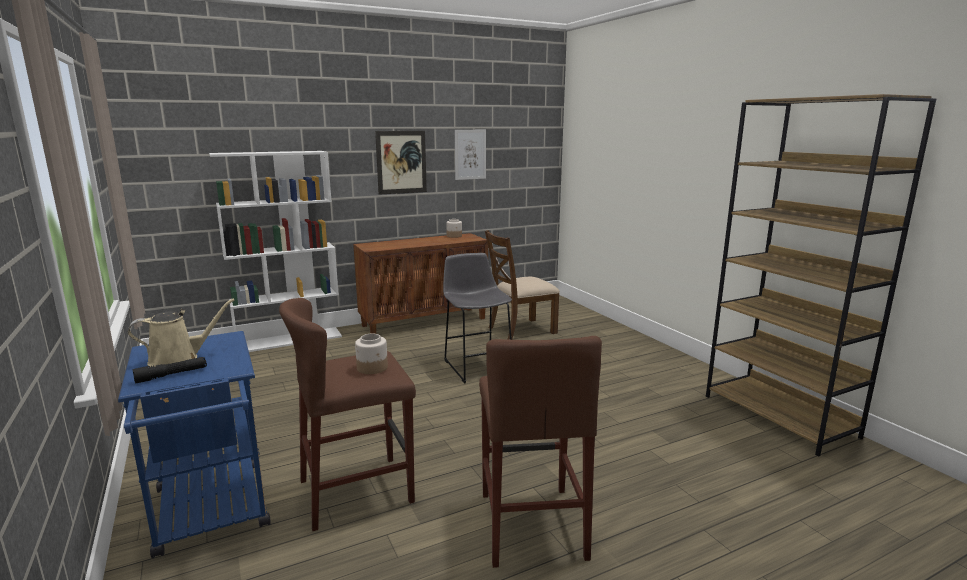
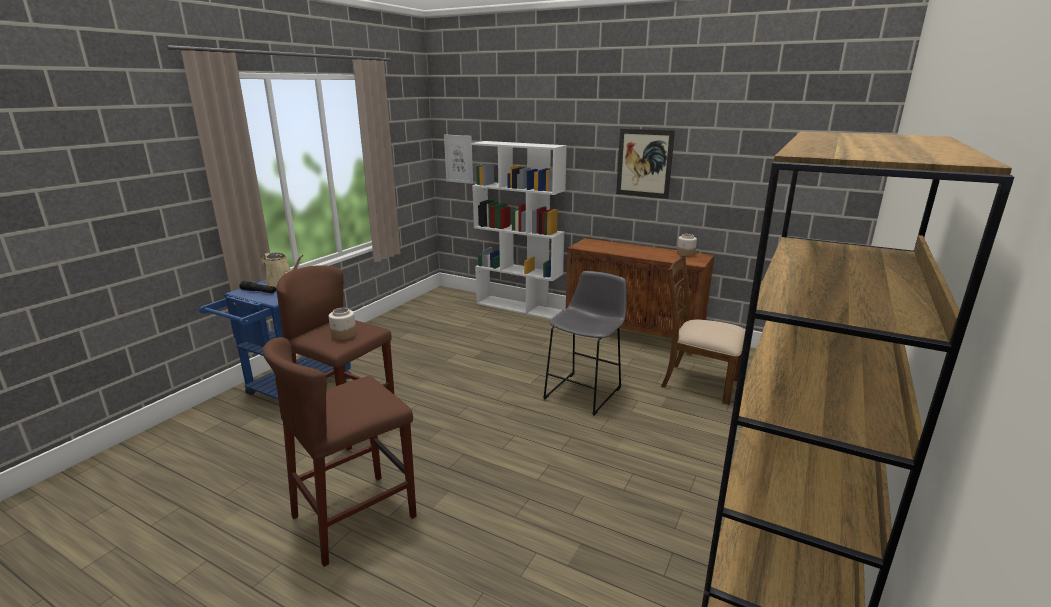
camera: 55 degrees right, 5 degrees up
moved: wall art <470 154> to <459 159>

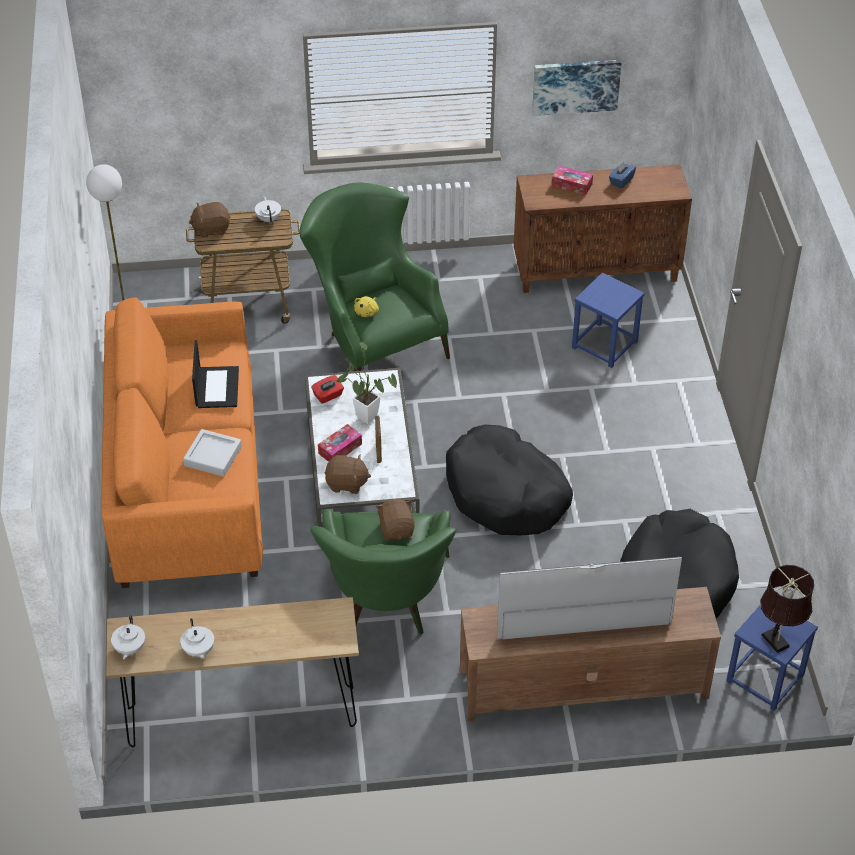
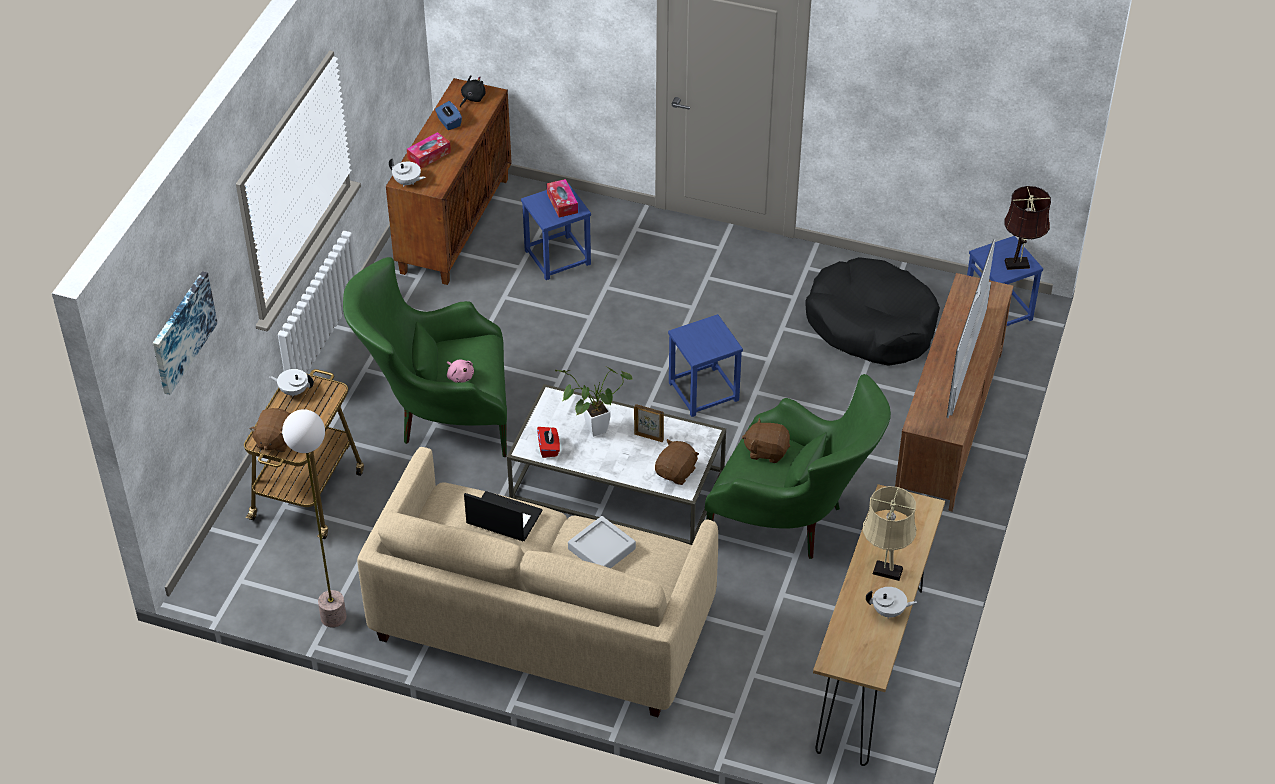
camera: 65 degrees left, 0 degrees up
added: blackish plush toy <472 98>; beige table lamp <884 570>
moved: wall art <575 86> to <182 332>; tissue holder <340 449> to <562 203>; whitish pot for tea <129 649> to <407 182>
replaced: blackish dog bed <506 494> to blue-coloured stool <703 392>
recoloured: yellow-coloured plush toy <367 312> to pinkish plush toy <460 376>; orange couch <187 482> to beige couch <542 622>

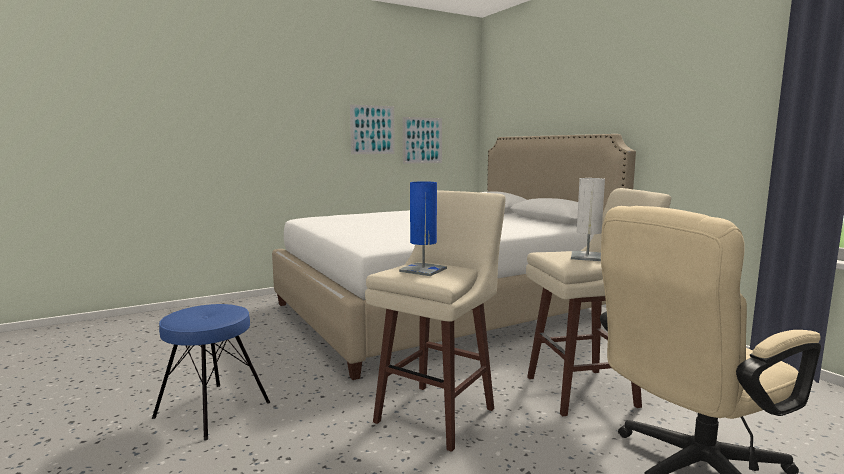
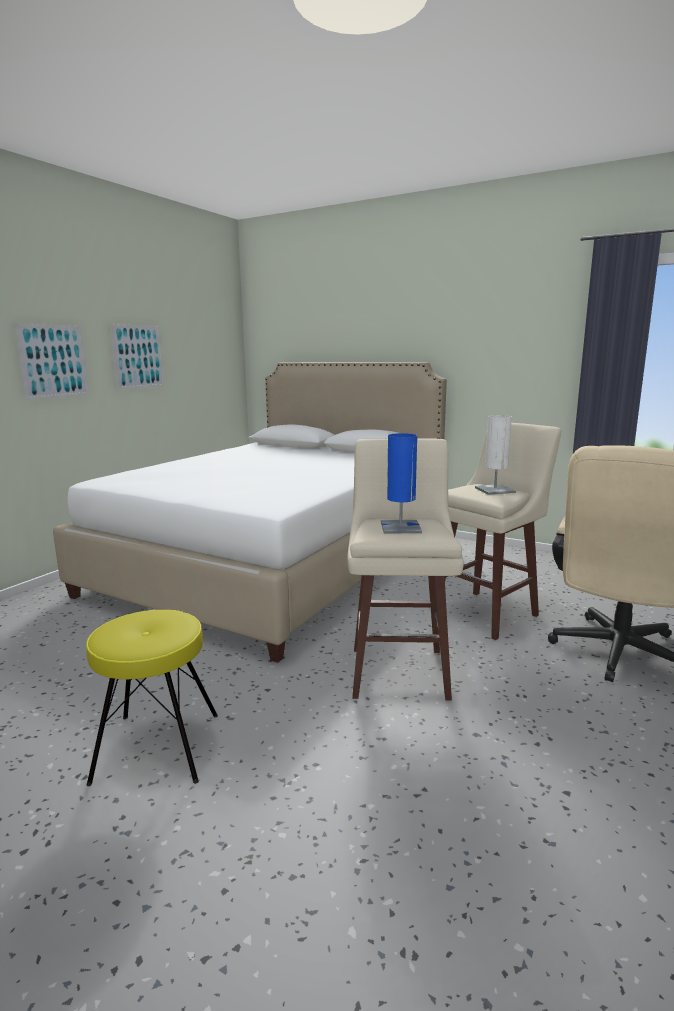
camera: 30 degrees left, 5 degrees up
moved: wall art <422 140> to <54 361>
recoloured: blue-coloured stool <212 409> to yellow-coloured stool <157 746>

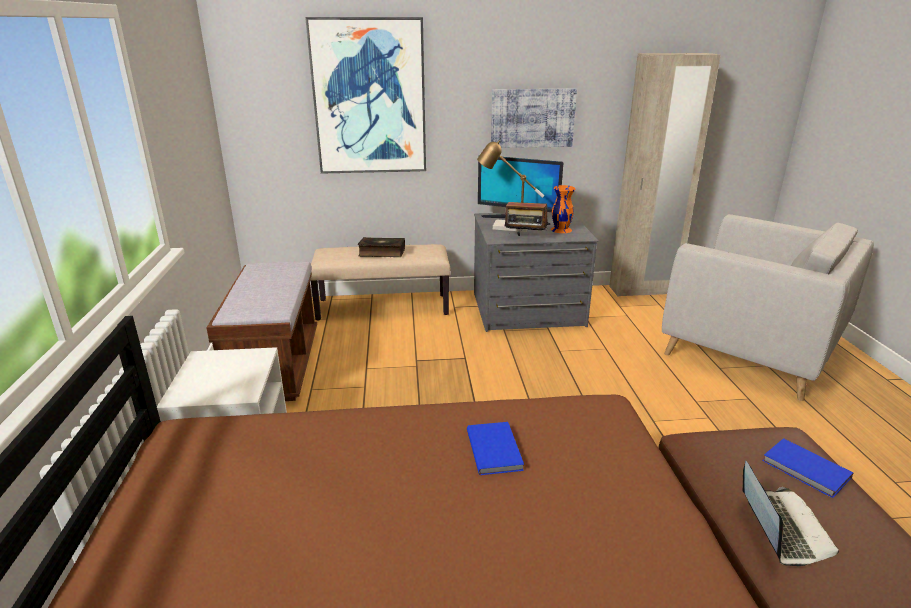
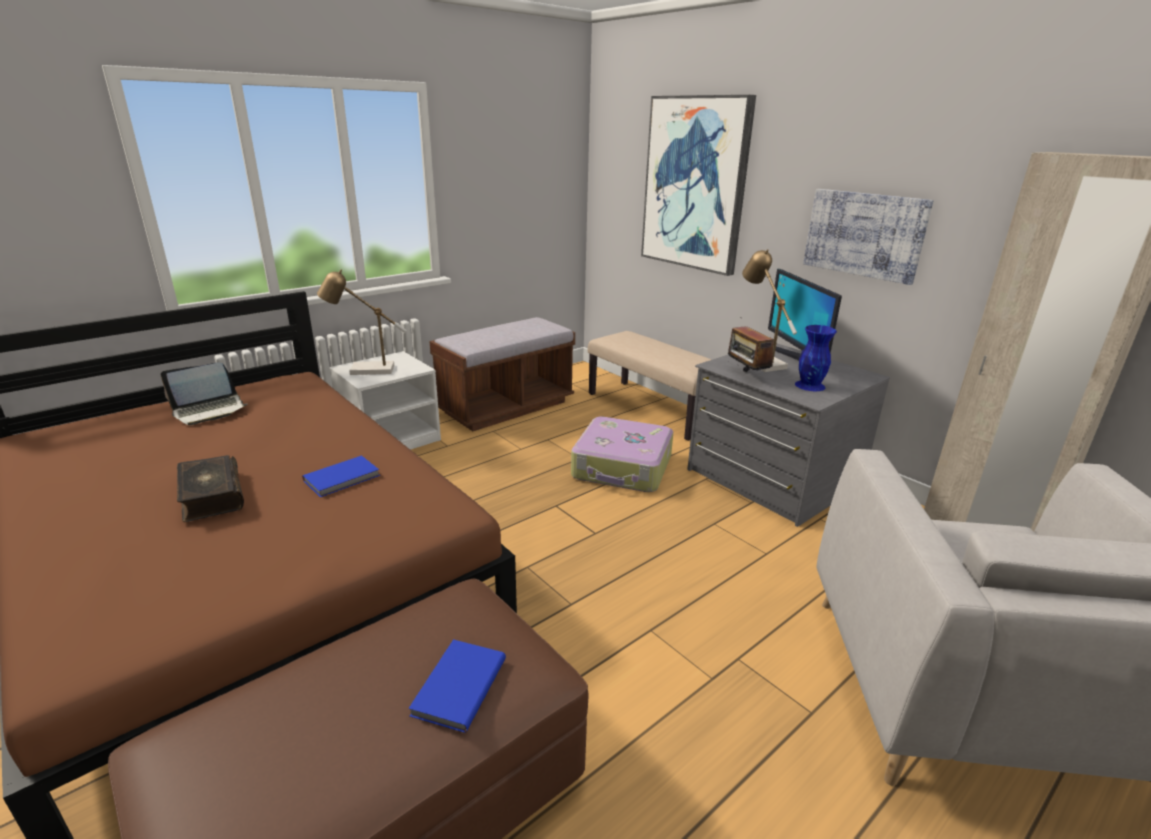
camera: 55 degrees right, 0 degrees up
added: table lamp <366 370>; travel case <623 467>
moved: volume <382 253> to <211 497>; laptop <781 528> to <209 410>
recoloured: orange flower vase <560 229> to blue-coloured flower vase <810 385>

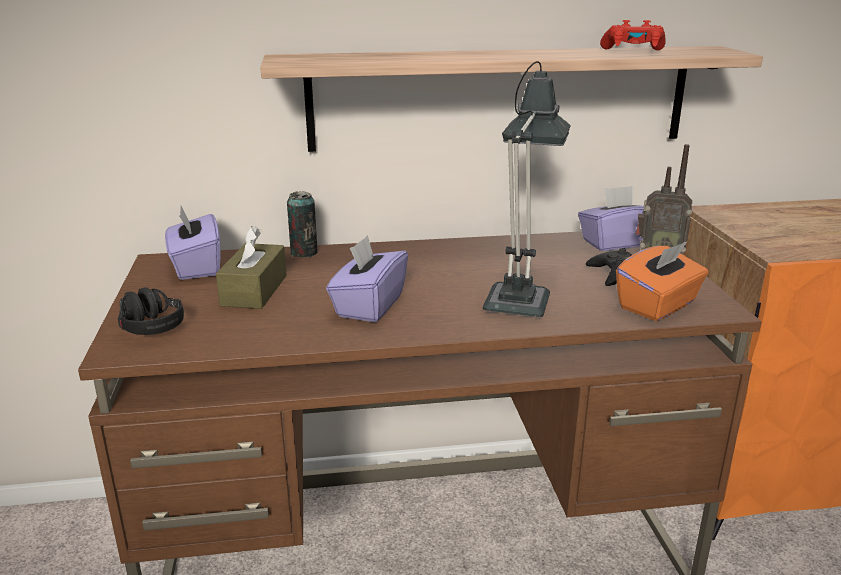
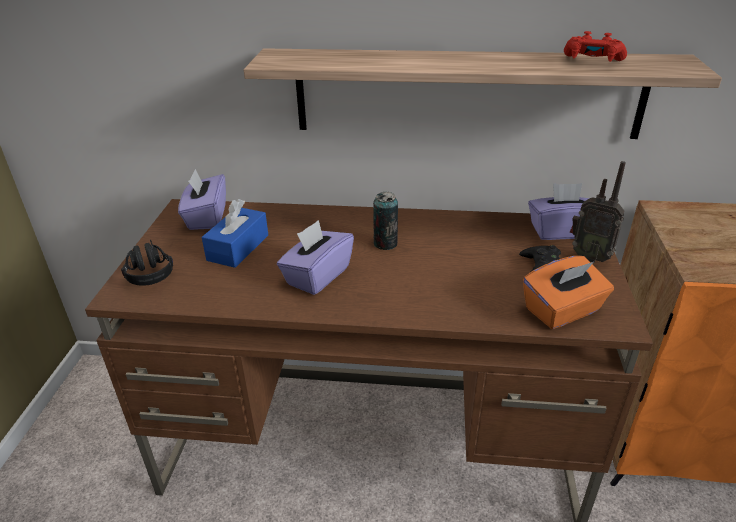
camera: 15 degrees right, 10 degrees up
removed: table lamp <519 297>
moved: metal can <304 253> to <385 244>
recoloured: brownish tissue holder <254 290> to blue-coloured tissue holder <238 247>

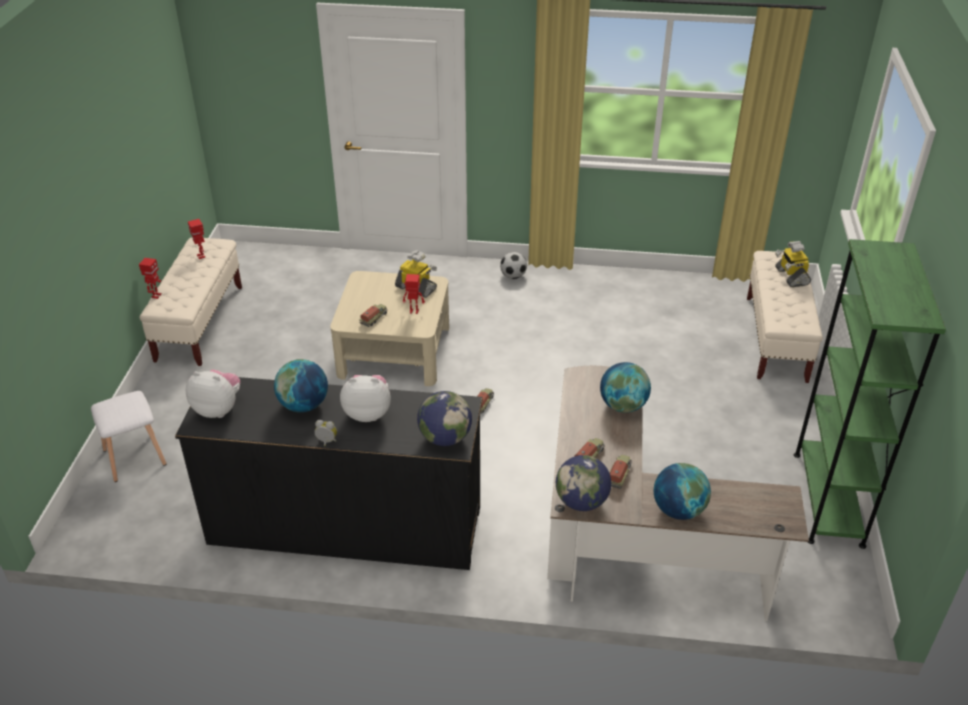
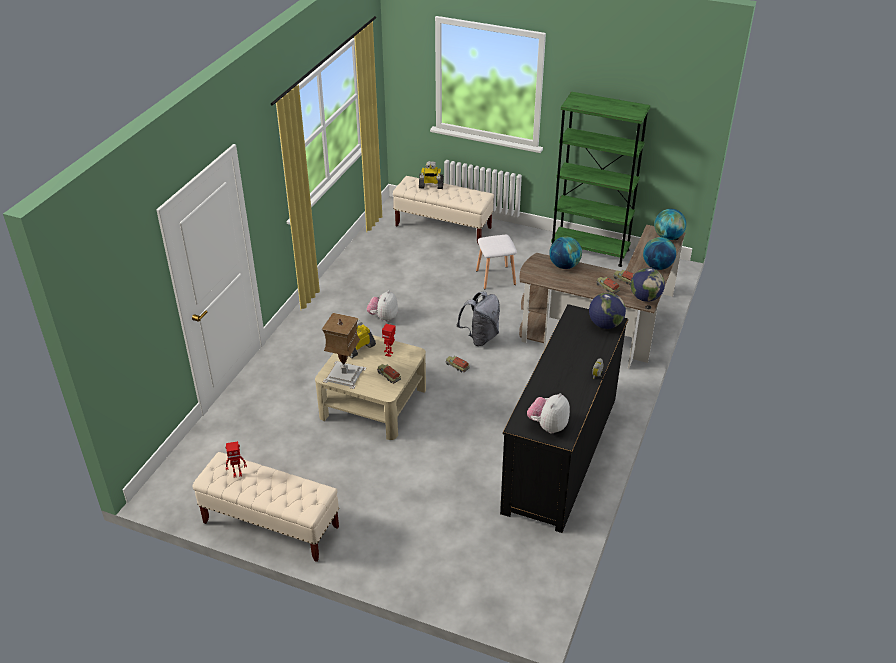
camera: 75 degrees left, 0 degrees up
removed: football ball <513 276>; robot figure <156 296>
added: grey backpack <480 337>; table lamp <343 375>
moved: globe <303 405> to <668 237>; plush toy <368 413> to <383 317>; whitish stool <135 456> to <495 277>

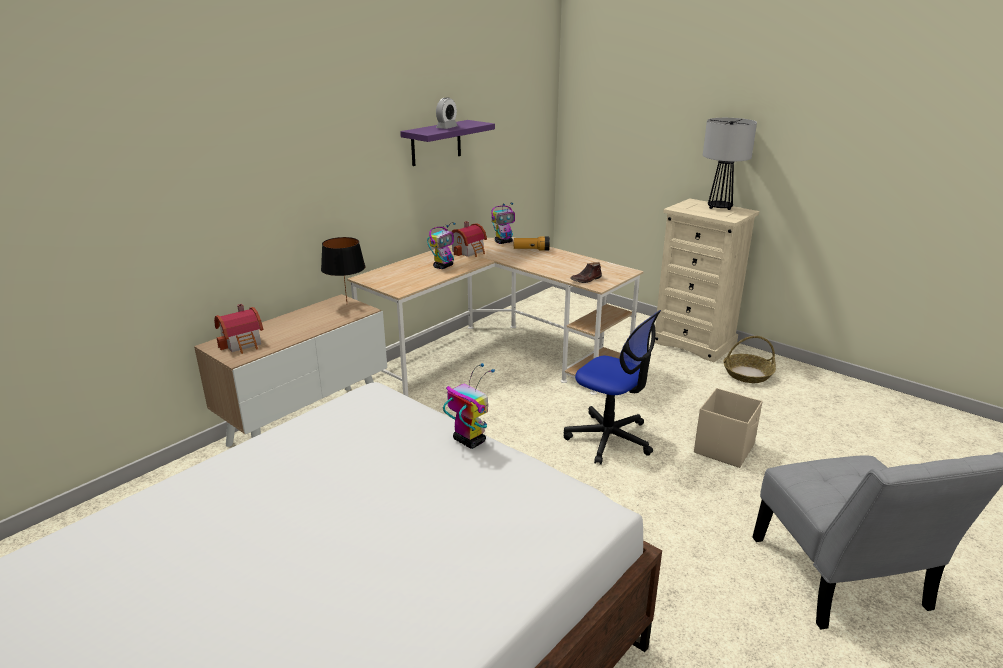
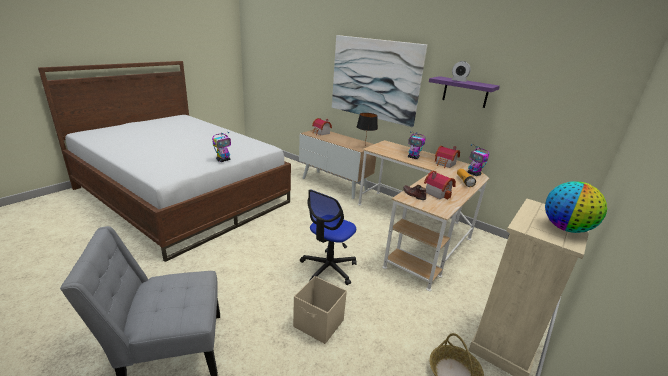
camera: 85 degrees right, 0 degrees up
added: wall art <374 79>; miniature house <438 193>
replaced: table lamp <719 208> to globe <566 228>

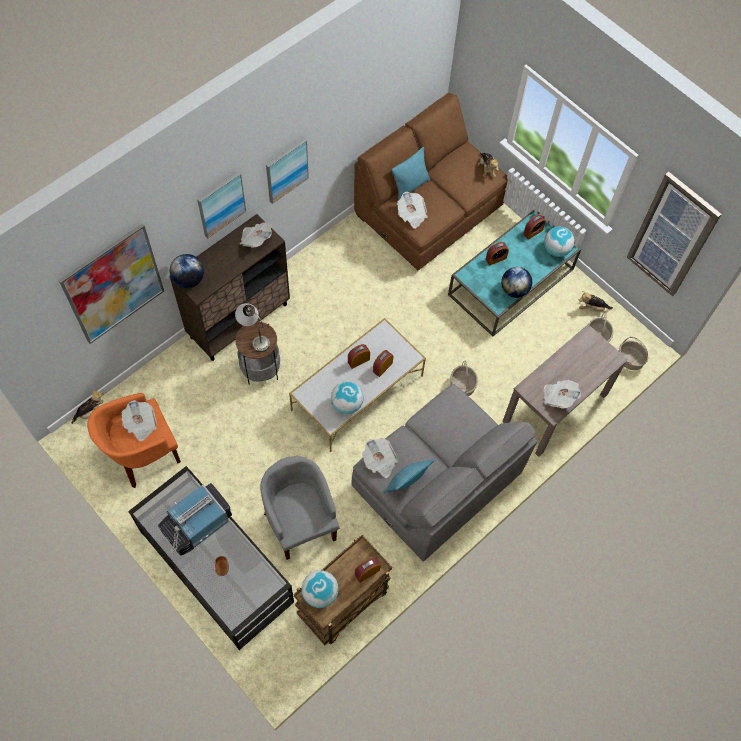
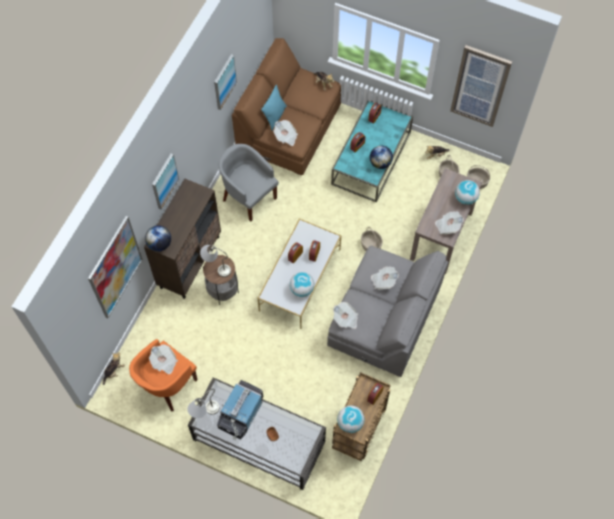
camera: 20 degrees left, 0 degrees up
removed: blue-green cushion <406 483>
added: grey table lamp <204 413>
moved: wall art <286 170> to <224 81>; daily paper <256 239> to <383 280>; globe <556 250> to <465 198>; grey easy chair <300 522> to <248 196>

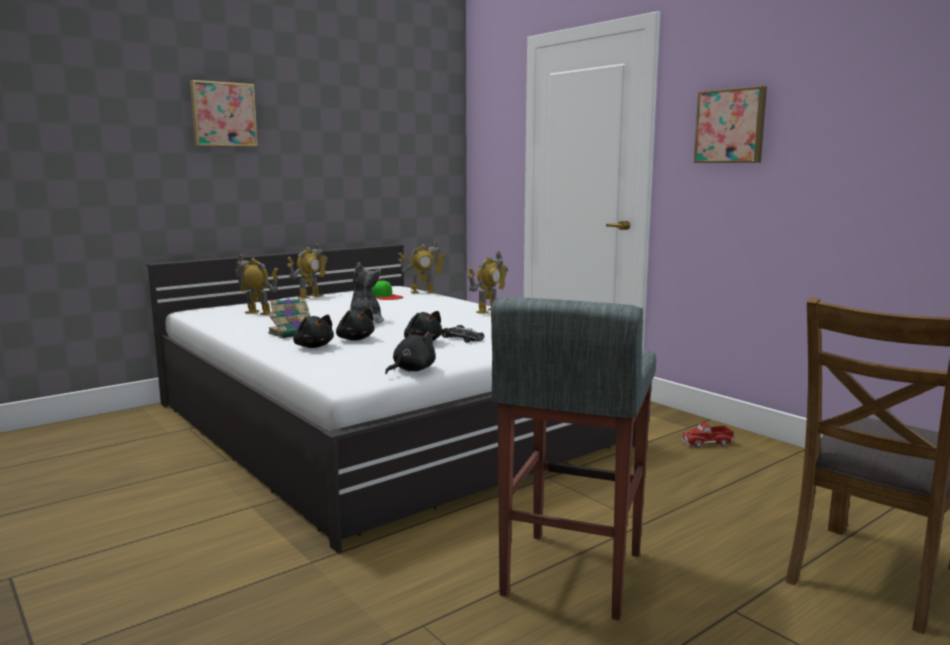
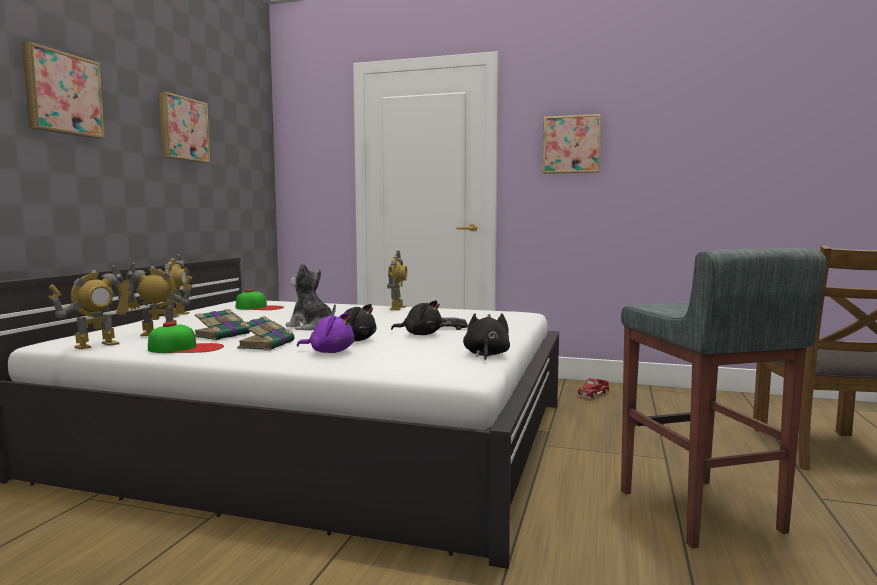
camera: 35 degrees left, 5 degrees down
added: wall art <182 129>; peaked cap <186 348>
moved: robot figure <422 292> to <97 345>
recoloured: blackish plush toy <313 346> to purple plush toy <329 352>

